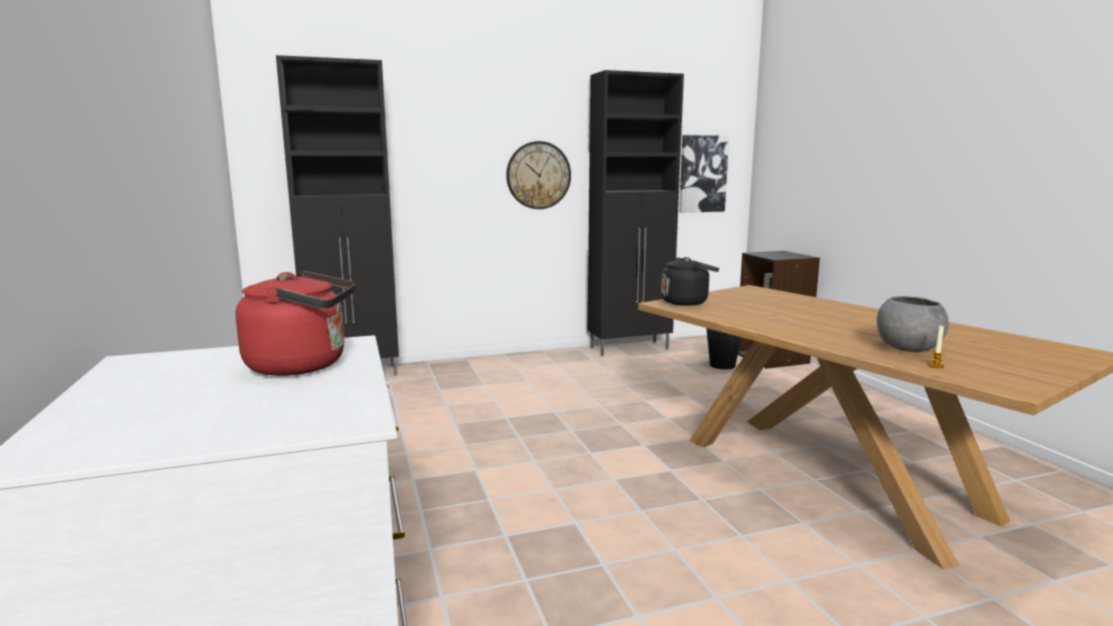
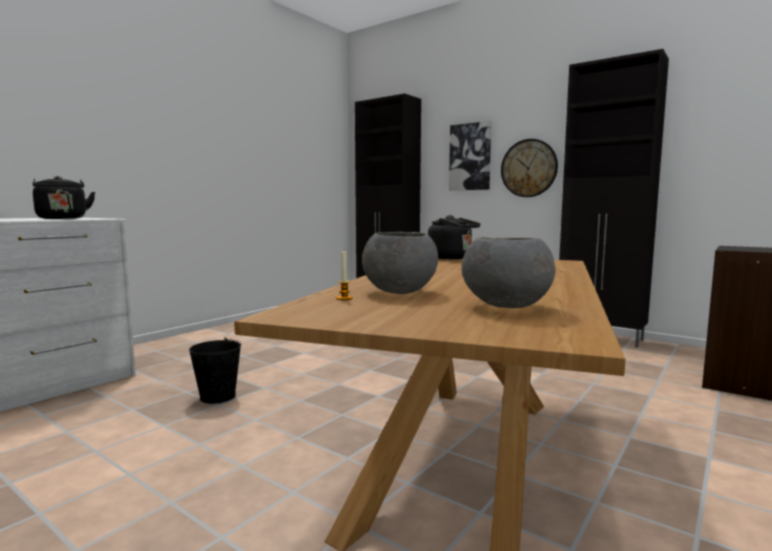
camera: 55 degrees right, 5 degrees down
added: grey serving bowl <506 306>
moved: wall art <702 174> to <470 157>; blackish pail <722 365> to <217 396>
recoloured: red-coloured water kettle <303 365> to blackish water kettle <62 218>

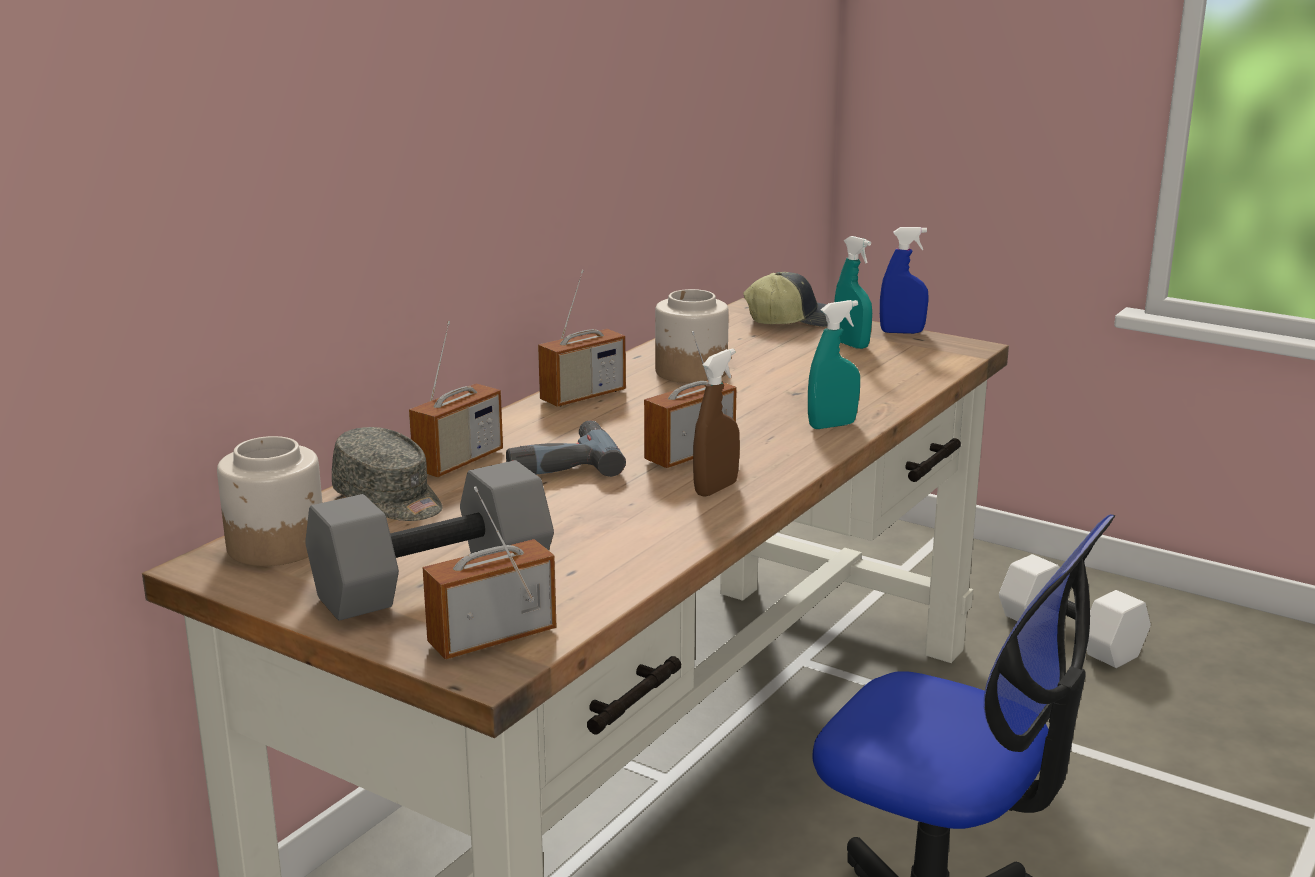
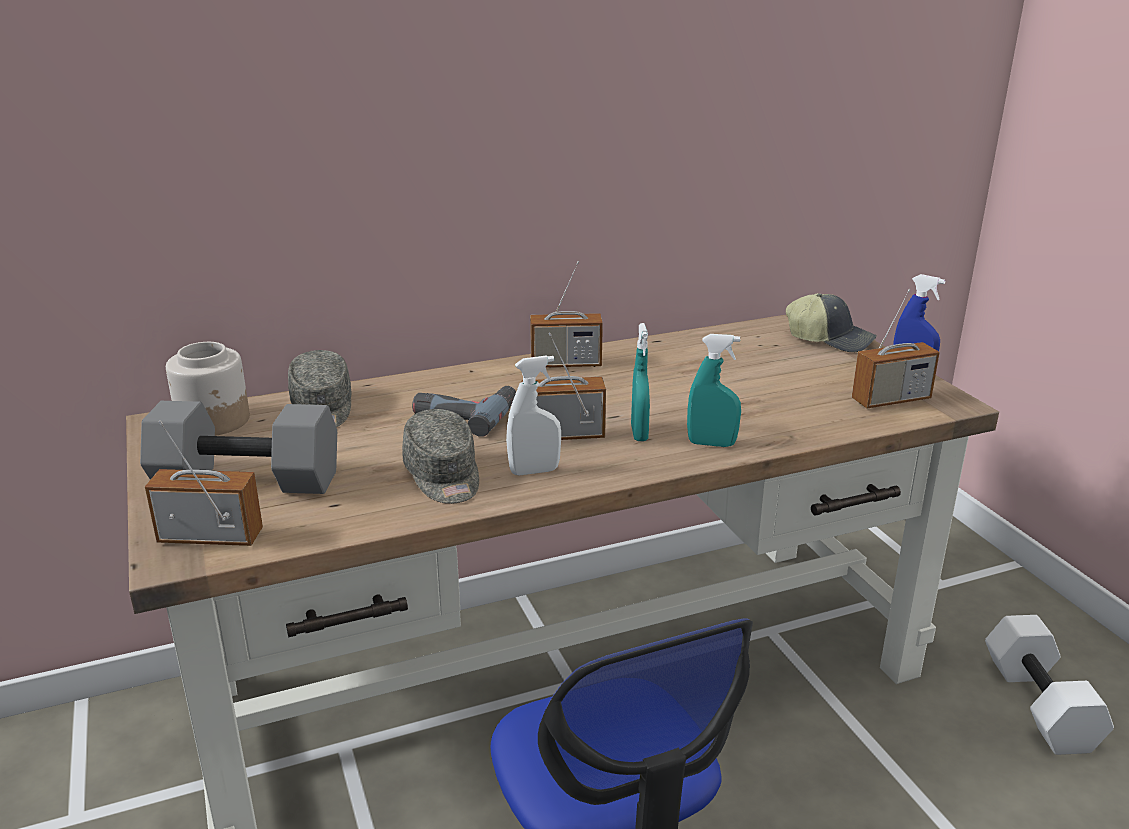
camera: 35 degrees right, 5 degrees up
removed: storage jar <690 371>
added: grey peaked cap <443 476>
moved: blue-green hand sprayer <851 345> to <639 433>; radio set <459 461> to <891 400>
recoloured: brownish hand sprayer <716 489> to whitish hand sprayer <534 471>

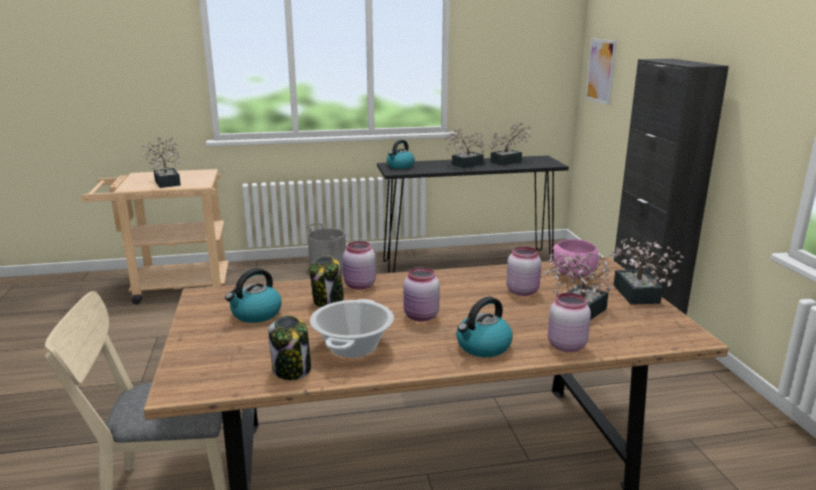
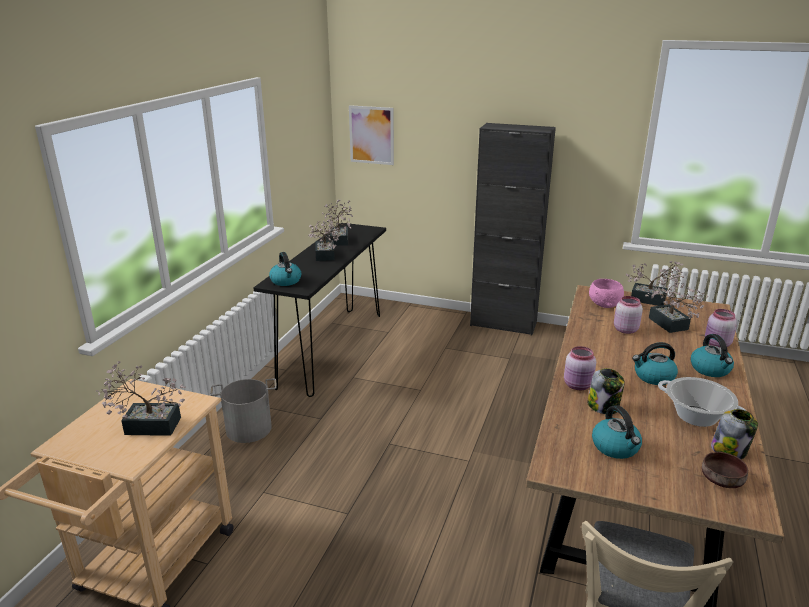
camera: 60 degrees left, 5 degrees up
added: brownish serving bowl <722 480>
replaced: pinkish storage jar <421 317> to water kettle <653 377>

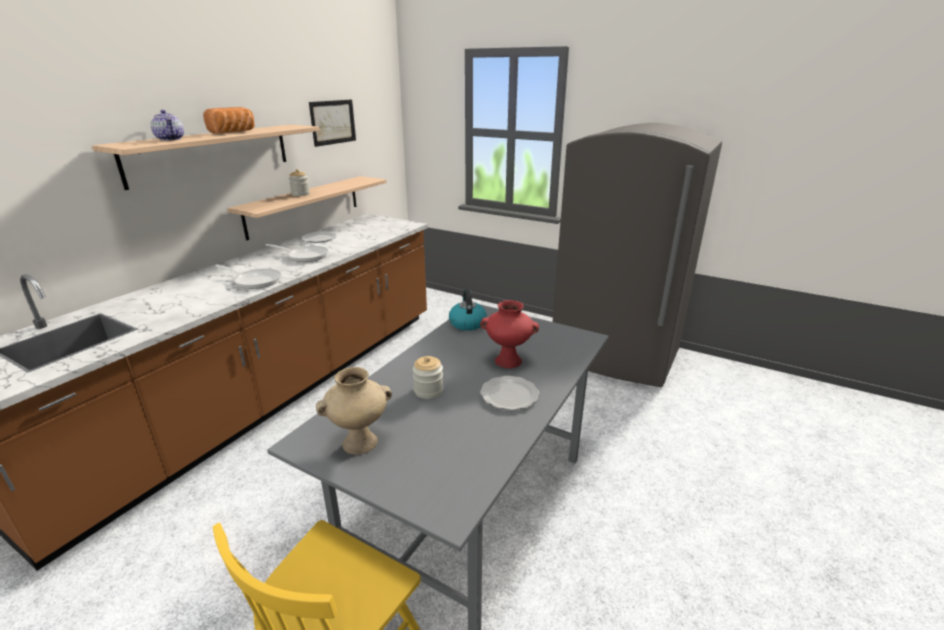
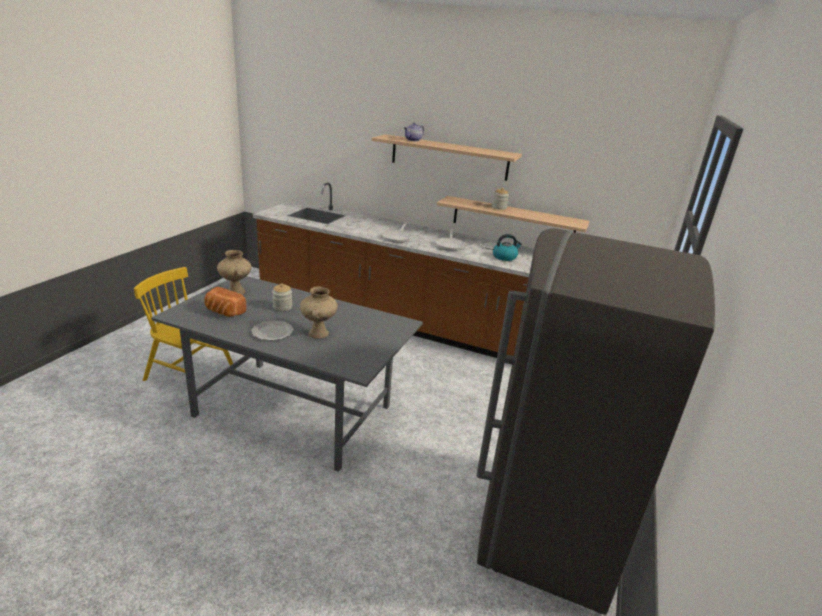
camera: 80 degrees right, 0 degrees up
removed: wall art <333 122>
moved: bread <234 132> to <223 312>; water kettle <467 323> to <505 257>
recoloured: red-coloured flower vase <509 361> to beige flower vase <319 333>

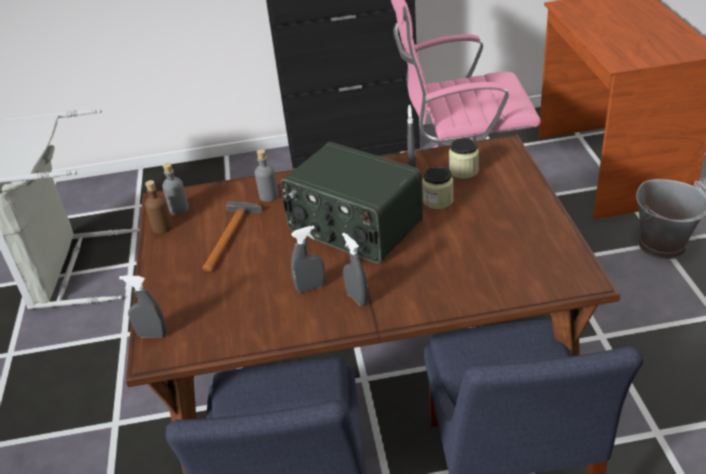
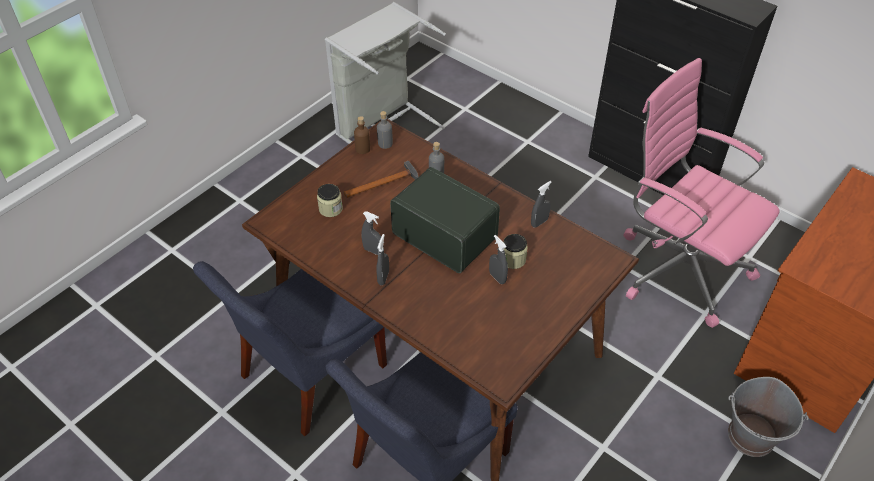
camera: 45 degrees right, 10 degrees up
moved: storage jar <463 171> to <330 209>; grey hand sprayer <152 335> to <497 277>
turned: radio set <354 227> = <445 235> 135 degrees clockwise

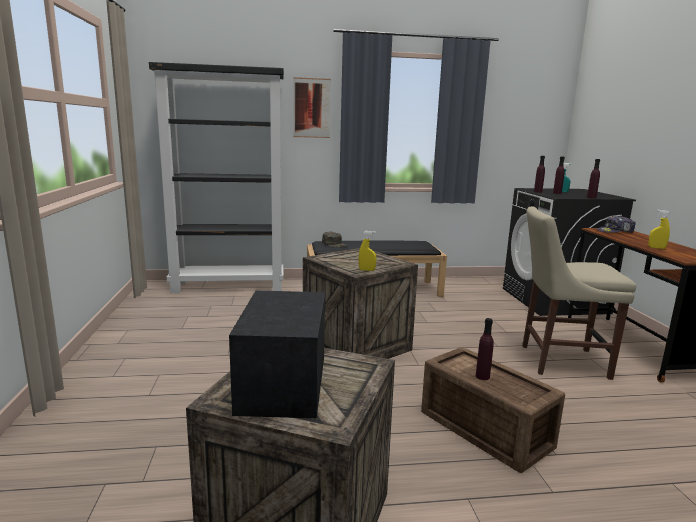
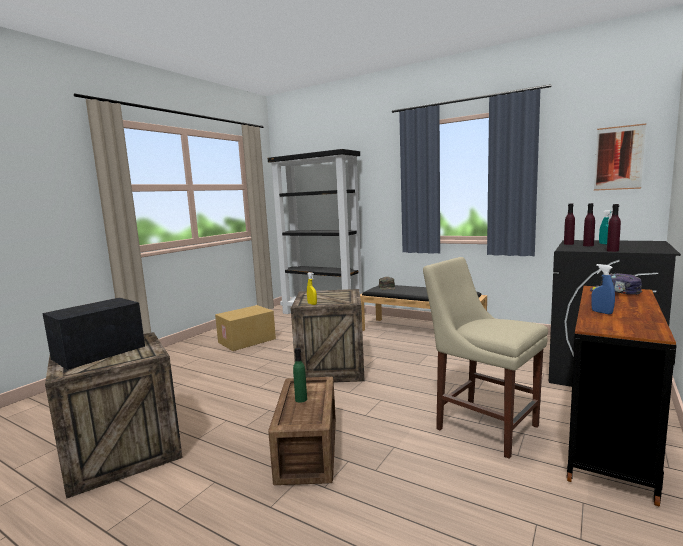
camera: 40 degrees right, 5 degrees down
added: carton <247 341>
moved: wall art <311 108> to <618 158>
recoloured: yellow-coloured hand sprayer <656 248> to blue-coloured hand sprayer <602 312>; purple bottle <482 376> to greenish bottle <301 399>

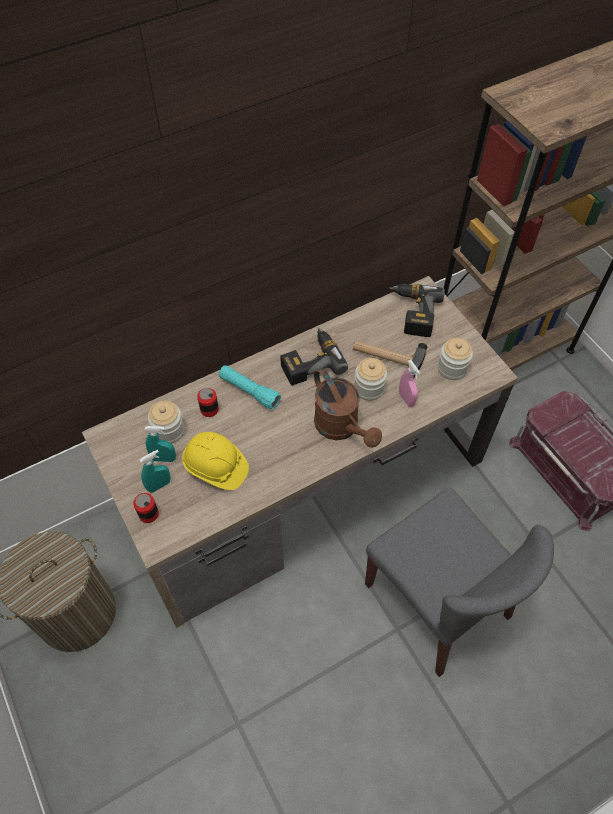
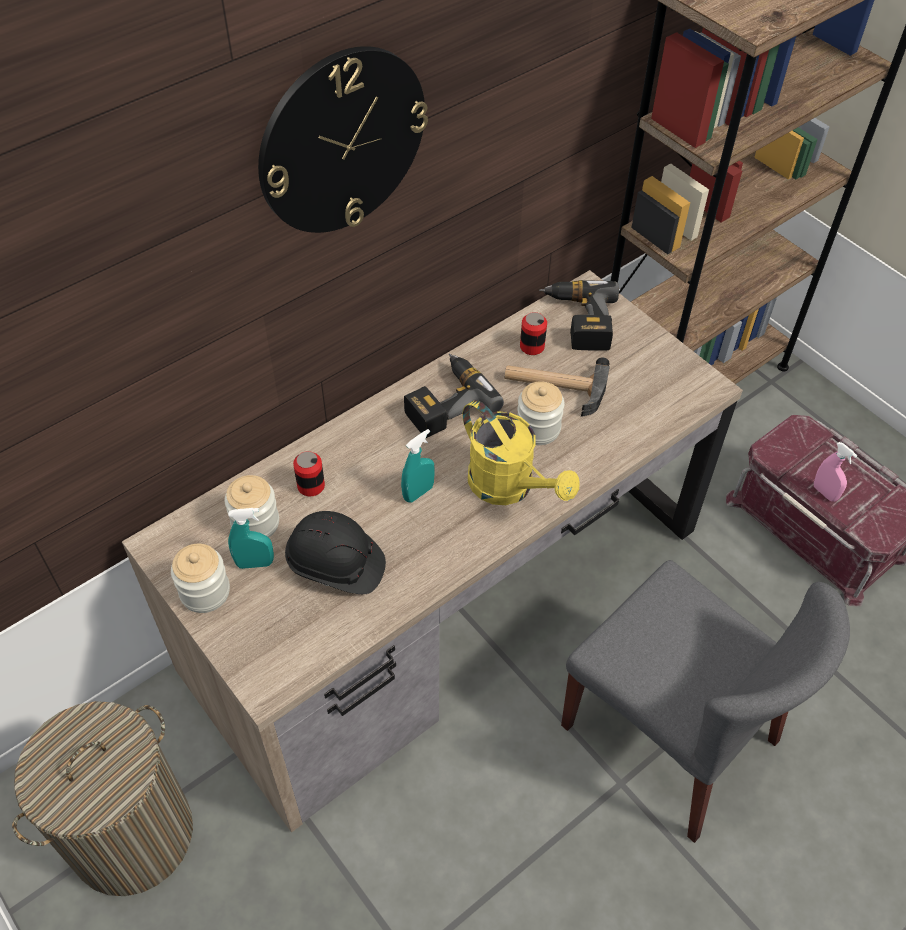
camera: 10 degrees left, 5 degrees down
removed: blue-green hand torch <249 391>
added: clock on the wall <342 141>
moved: storage jar <452 368> to <205 592>; pinkish hand sprayer <406 399> to <824 493>; blue-green hand sprayer <159 485> to <418 493>; metal can <148 514> to <532 346>
recoloured: brownish watering pot <341 428> to yellow-coloured watering pot <510 487>; yellow-coloured hard hat <215 467> to blackish hard hat <336 565>

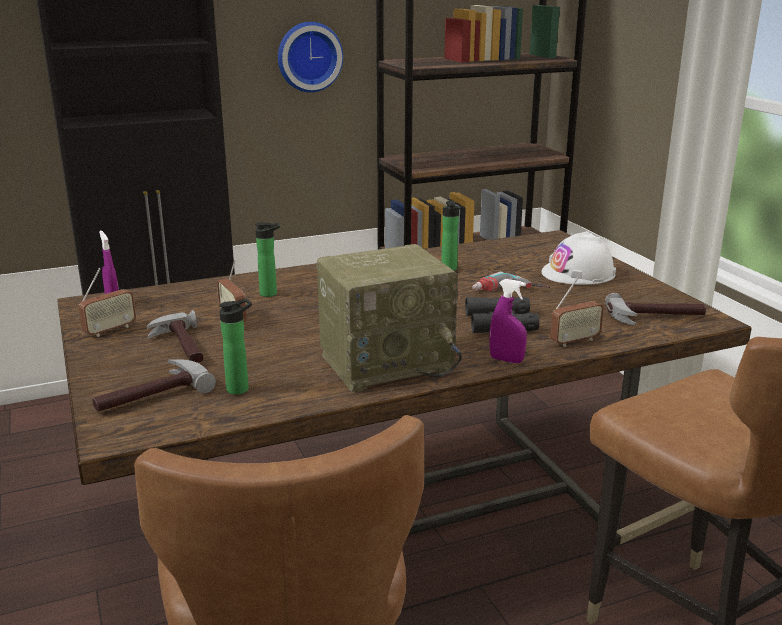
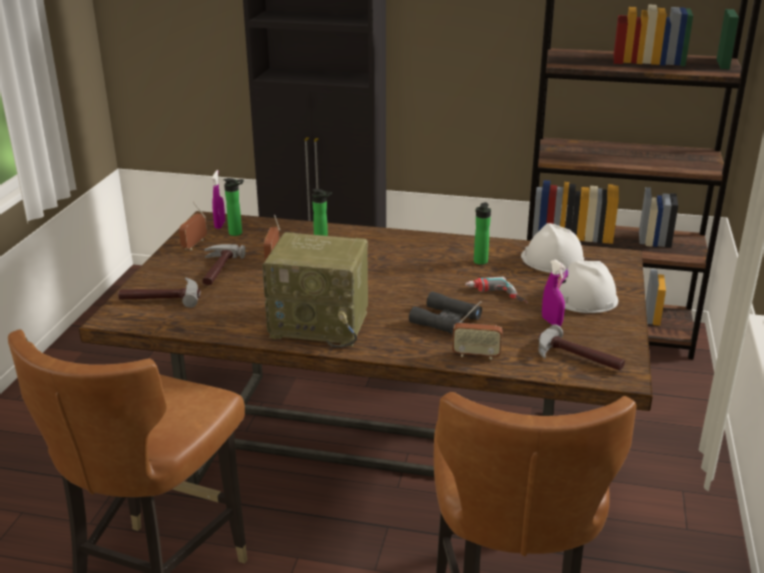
camera: 35 degrees right, 5 degrees up
removed: clock on the wall <308 56>
added: whitish hard hat <552 259>
moved: purple hand sprayer <506 360> to <551 322>; bottle <241 388> to <237 233>
turned: radio set <110 330> = <195 244> 120 degrees clockwise

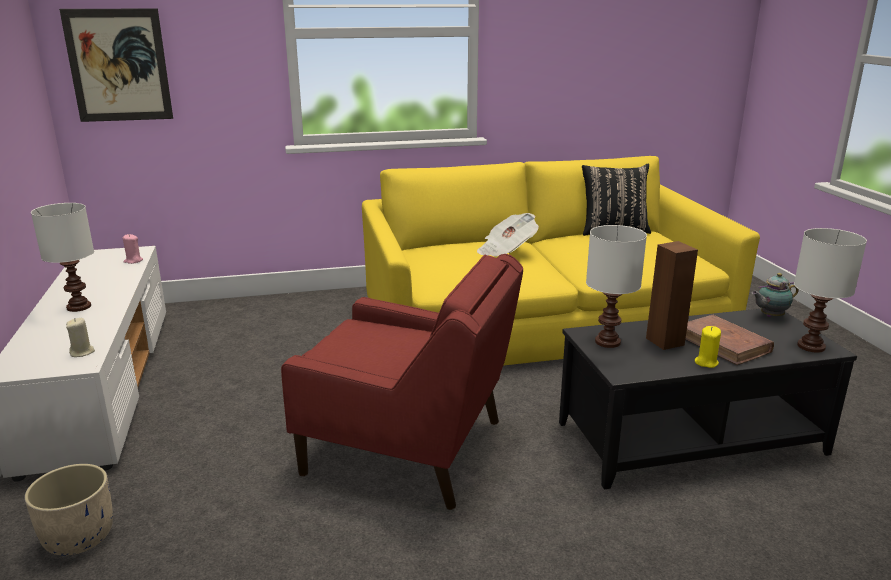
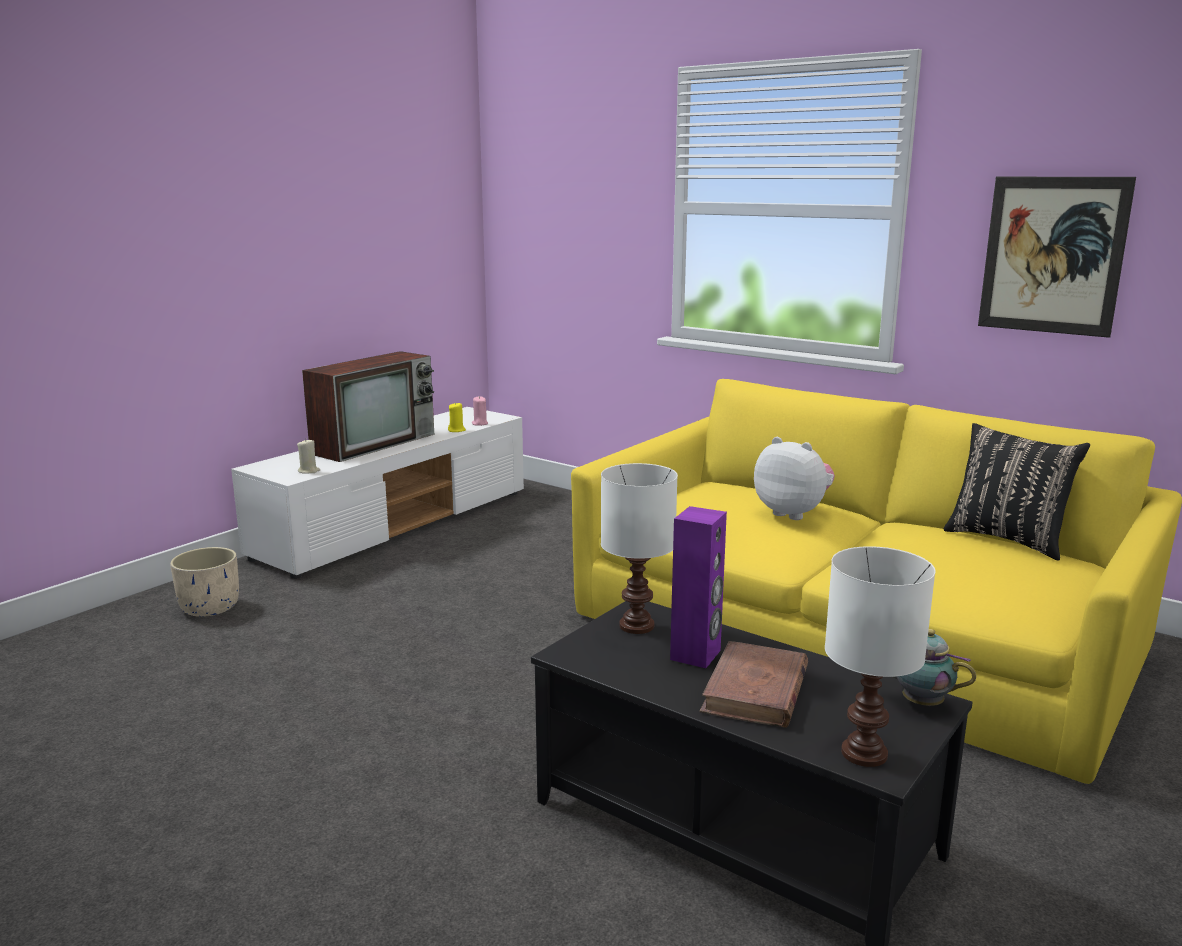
camera: 50 degrees right, 5 degrees down
removed: red-coloured easy chair <408 449>
moved: wall art <118 65> to <1052 255>; yellow-coloured wax light <706 362> to <456 430>
replaced: whitish table lamp <78 307> to television <375 443>; daily paper <506 250> to plush toy <793 513>
recoloured: brownish loudspeaker <665 341> to purple loudspeaker <696 655>

